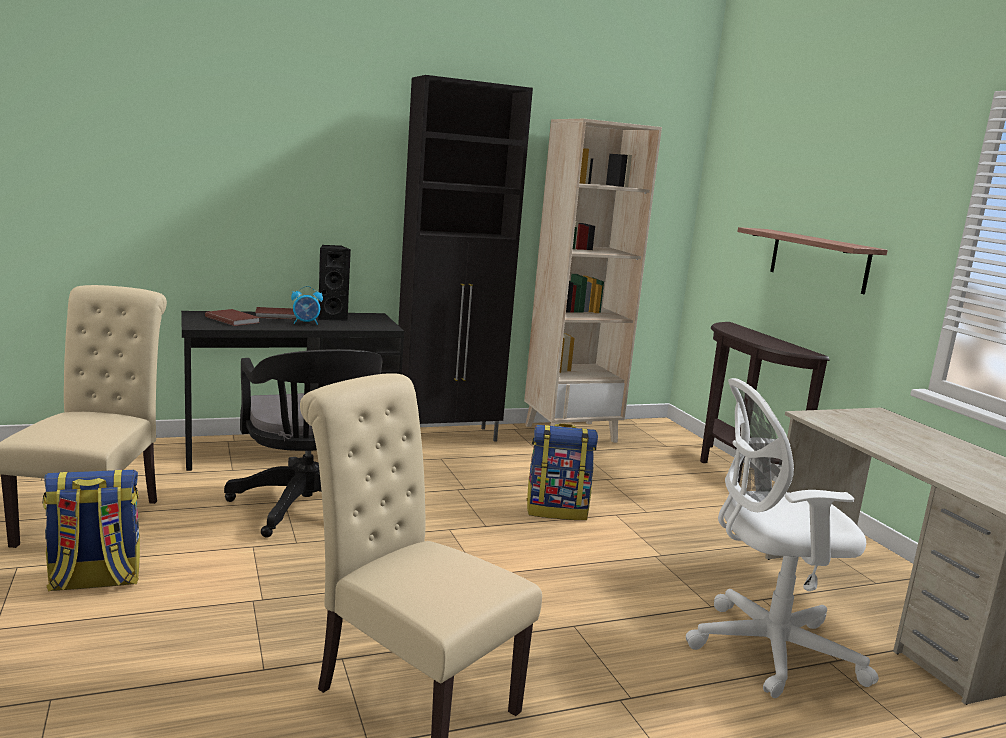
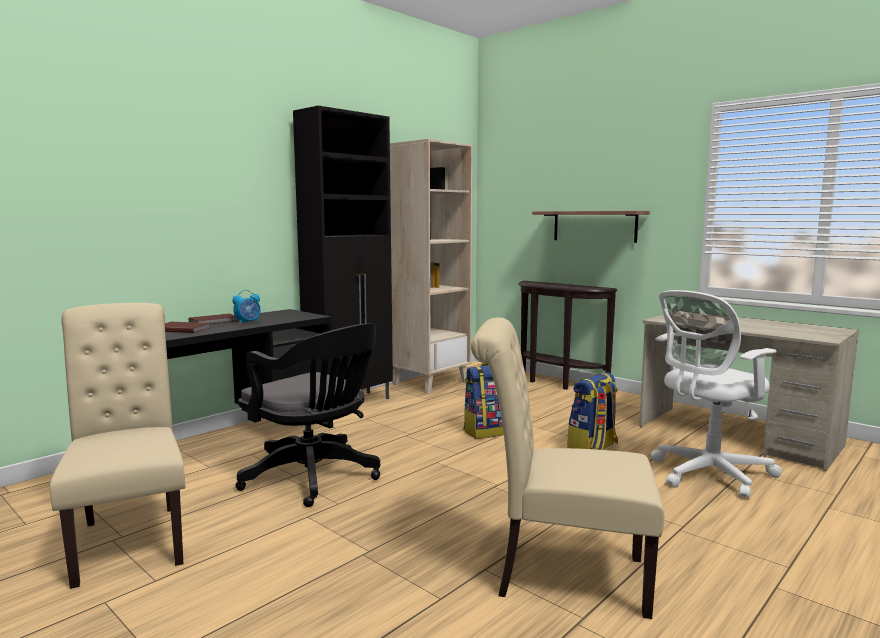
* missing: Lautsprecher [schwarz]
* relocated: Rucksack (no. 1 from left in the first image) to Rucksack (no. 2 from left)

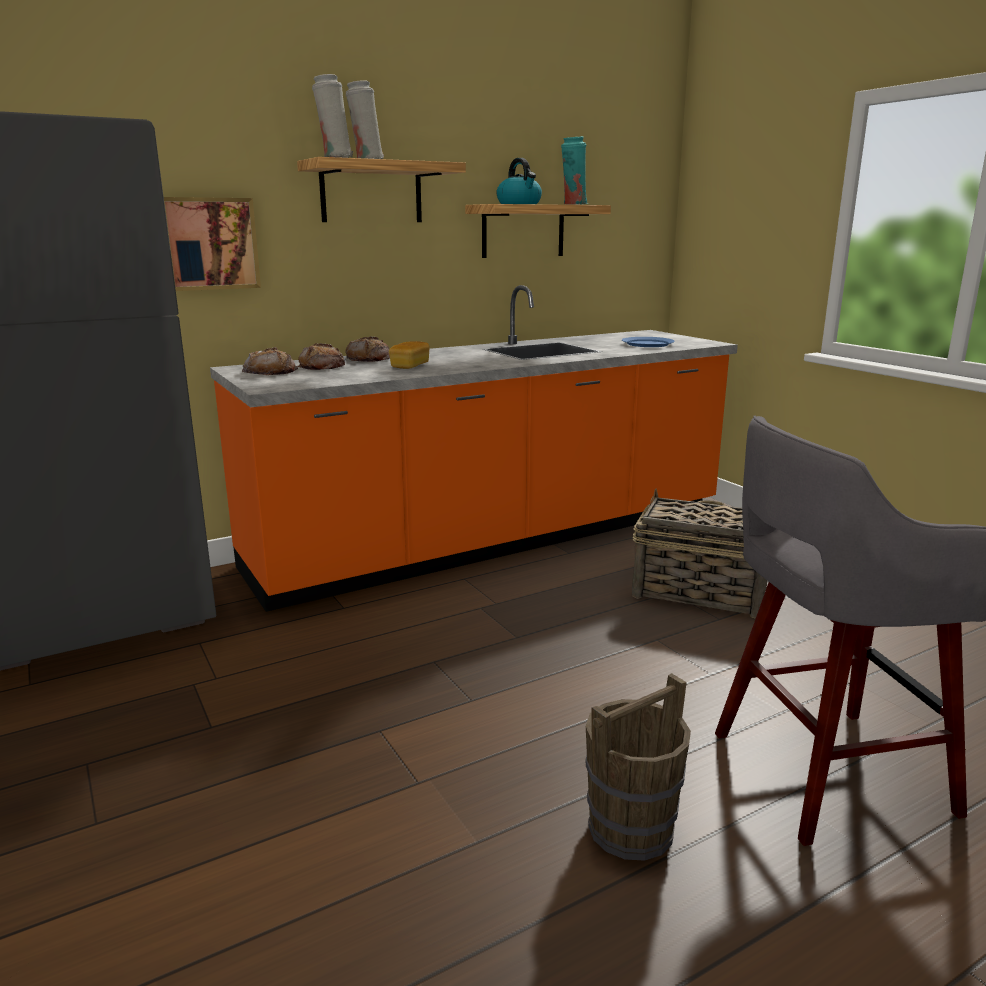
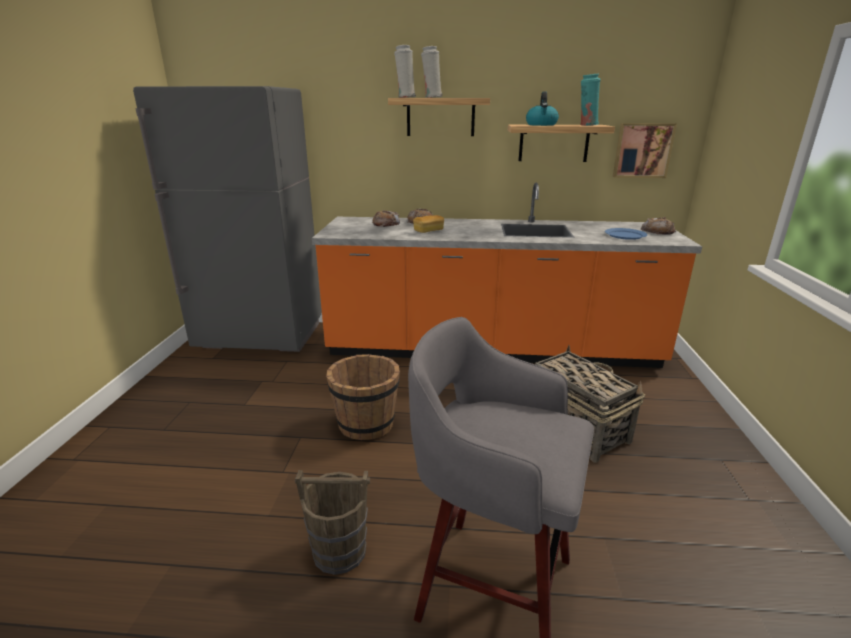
* relocated: Bild
* relocated: Brot (no. 1 from left in the first image) to Brot (no. 4 from left)
* appeared: Eimer [braun] (no. 2 from left)

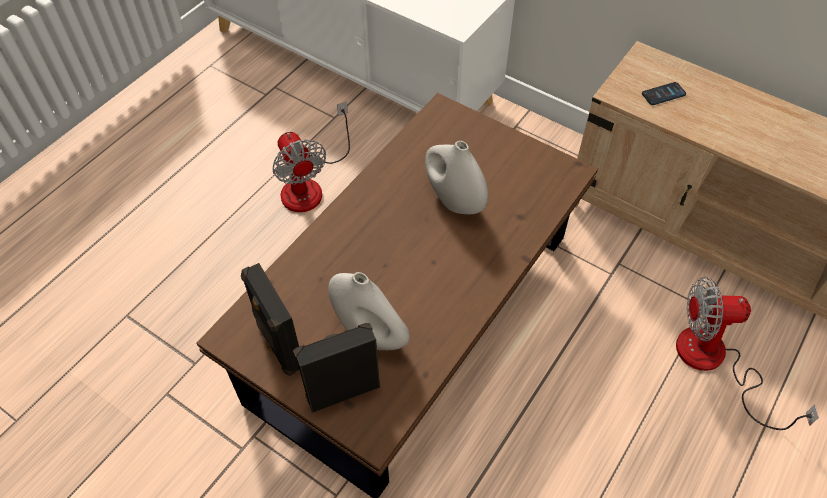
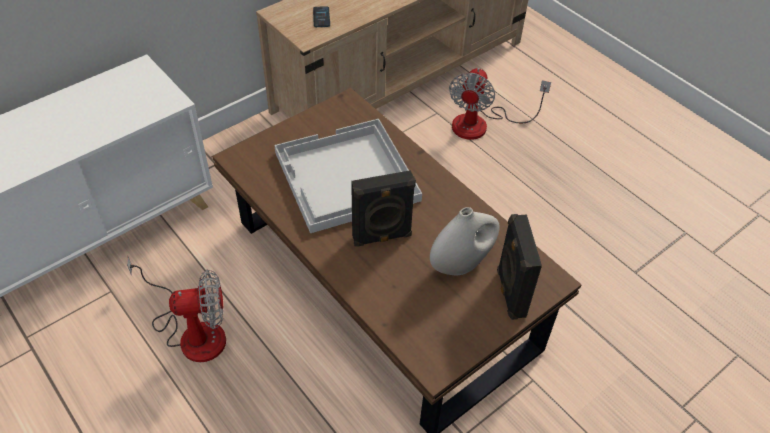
* exchanged: Vase [weiß] (no. 2 from left) to Tablett [weiß]
* relocated: Lautsprecher [schwarz] (no. 1 from left)

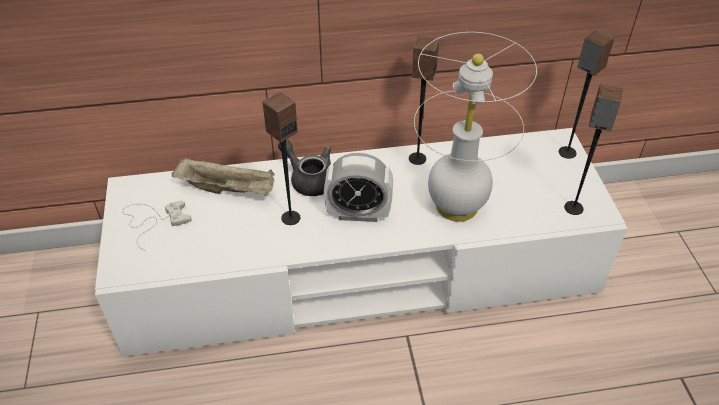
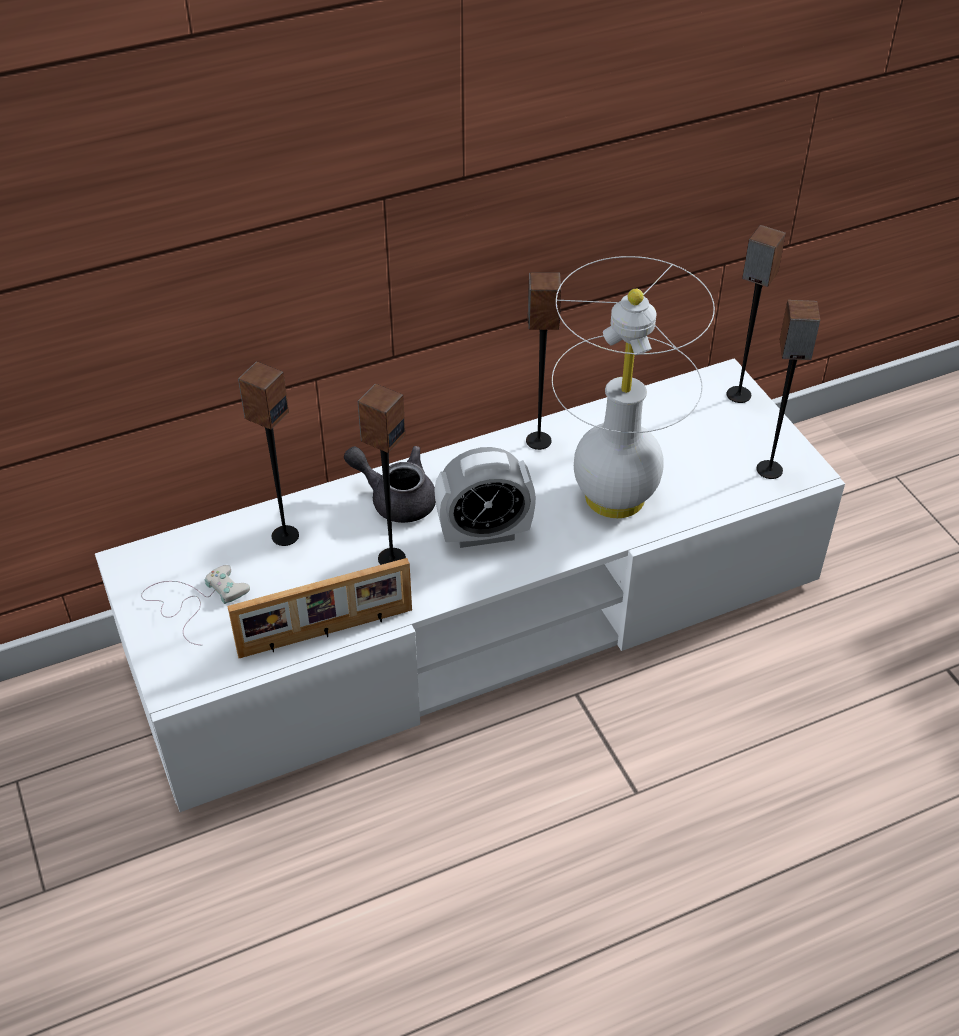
* exchanged: Tablett [beige] to Lautsprecher (no. 1 from left)
* appeared: Bilderrahmen

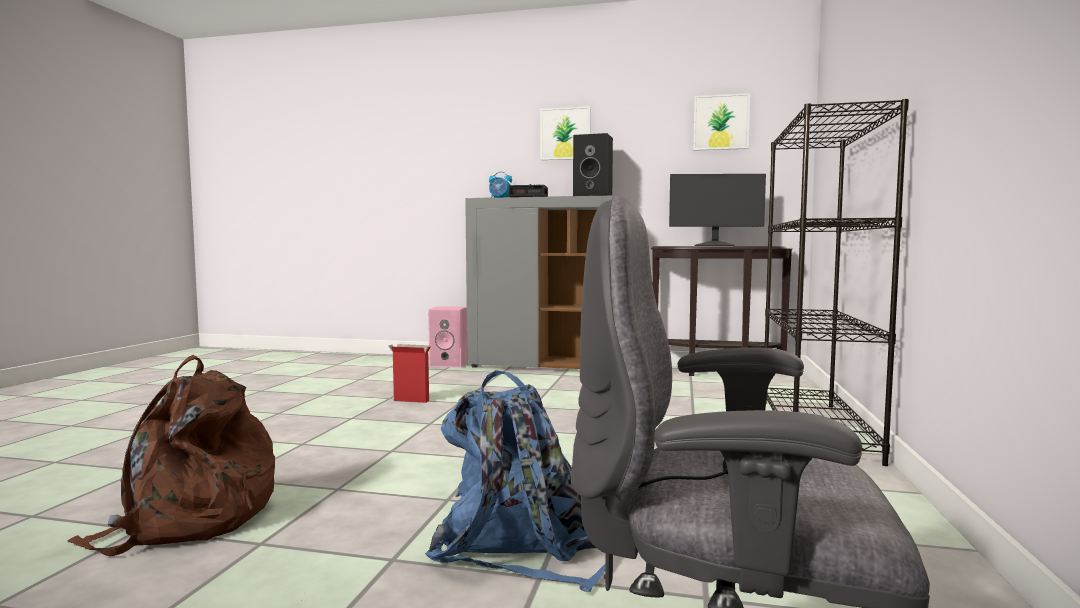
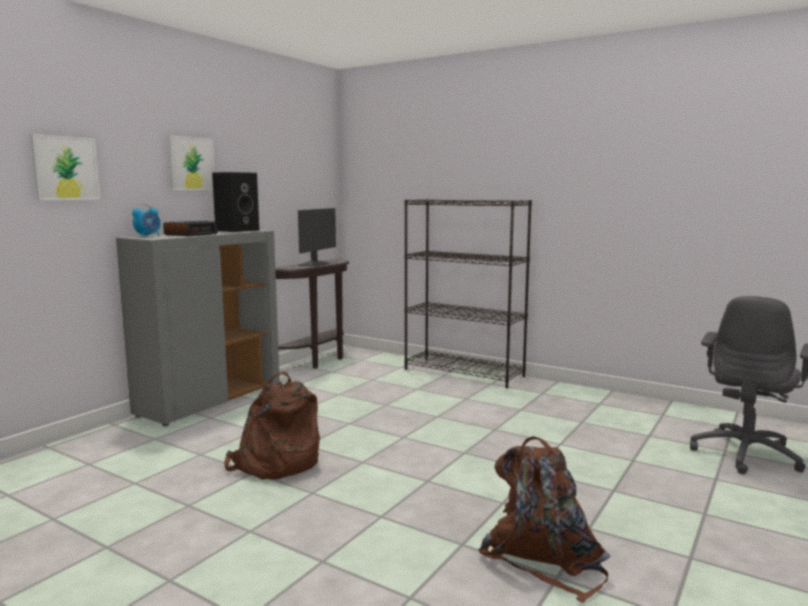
* relocated: Bild (no. 2 from left in the first image) to Bild (no. 1 from left)
* missing: Lautsprecher [rosa]
* exchanged: Karton to Rucksack [braun] (no. 1 from left)
* missing: Rucksack [blau]

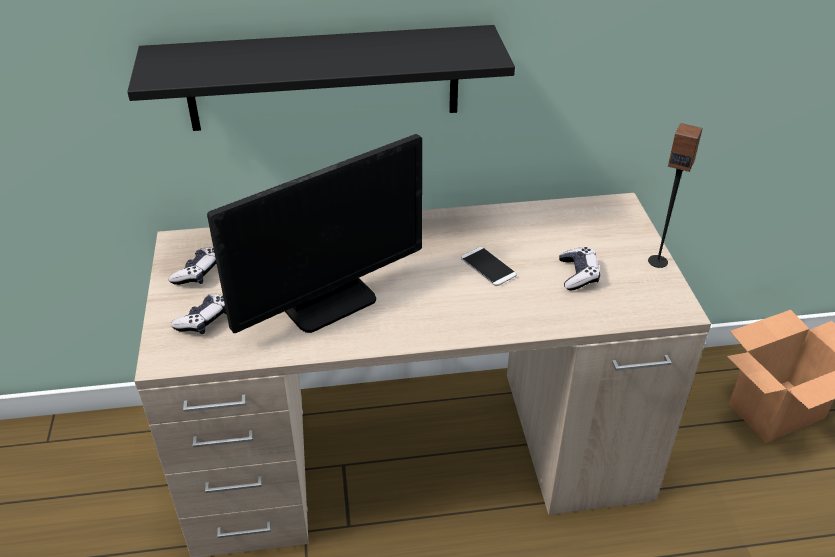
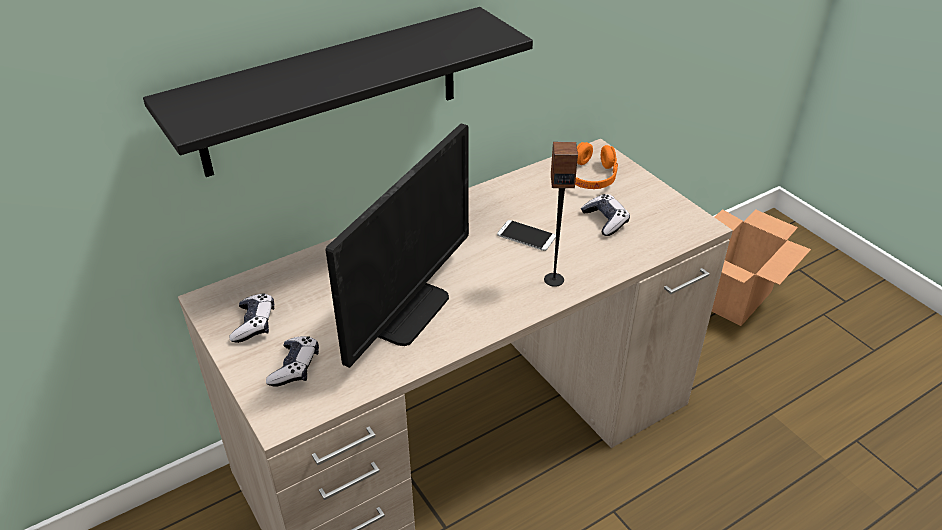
* relocated: Lautsprecher
* appeared: Kopfhörer [orange]

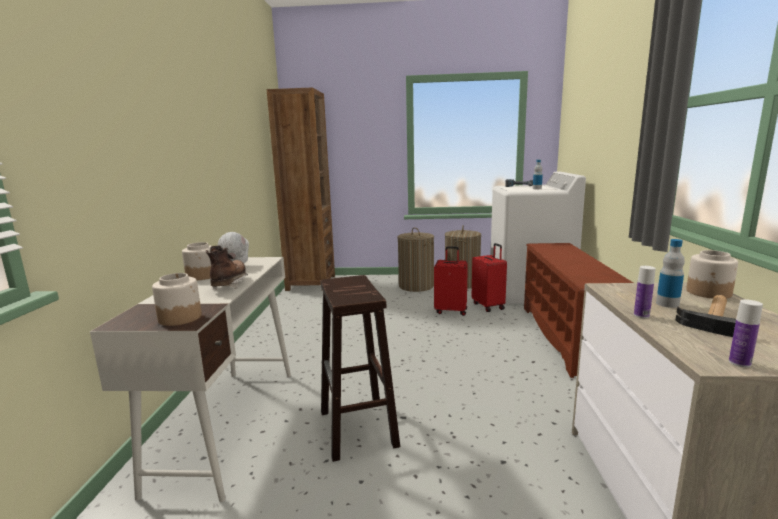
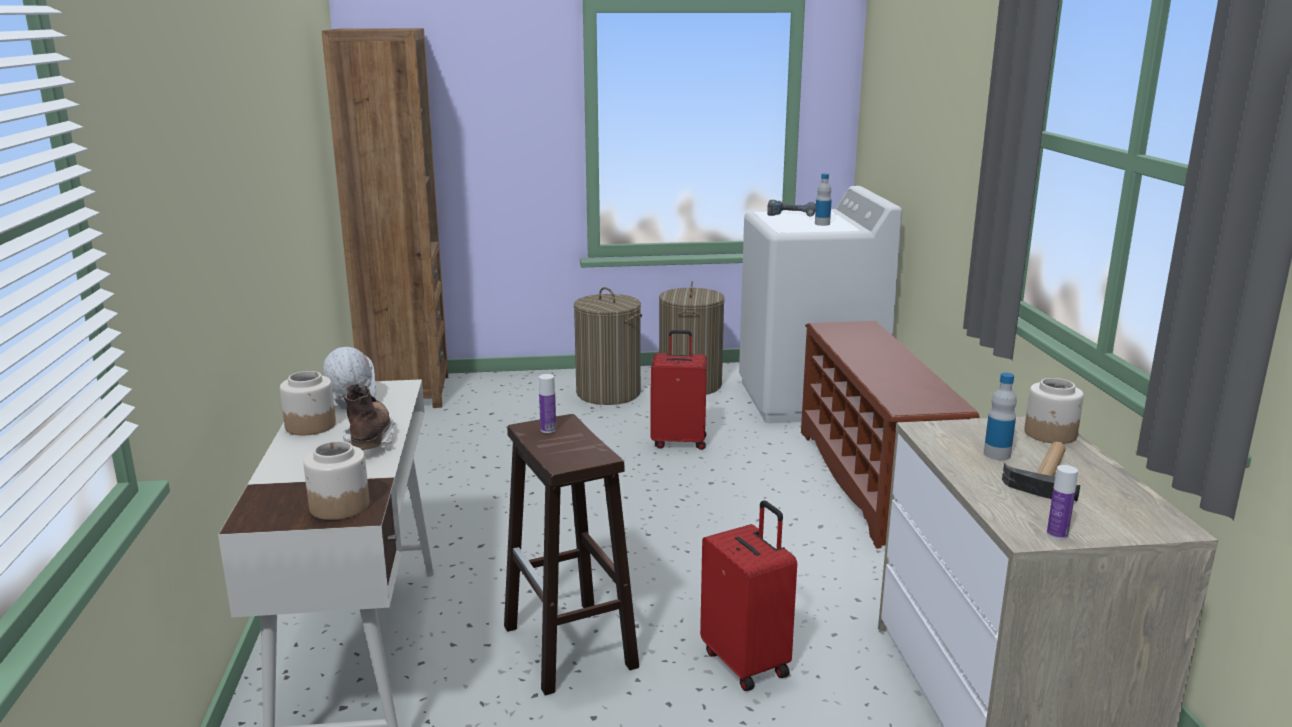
* relocated: Koffer [rot] (no. 2 from left)
* relocated: Flasche (no. 2 from left in the first image) to Flasche (no. 1 from left)

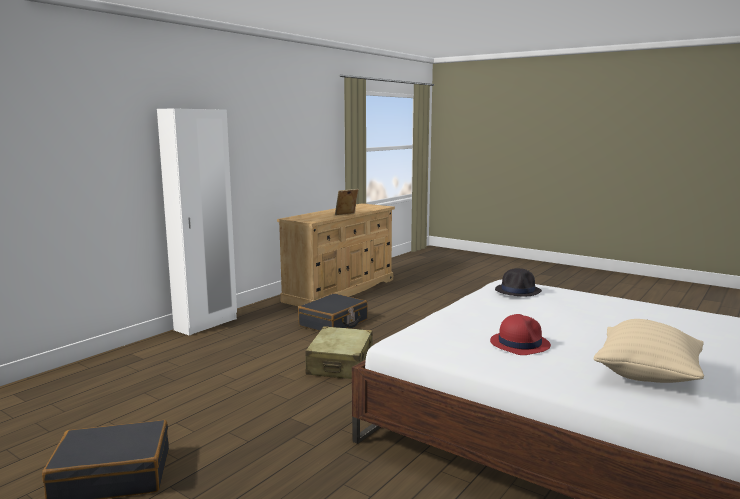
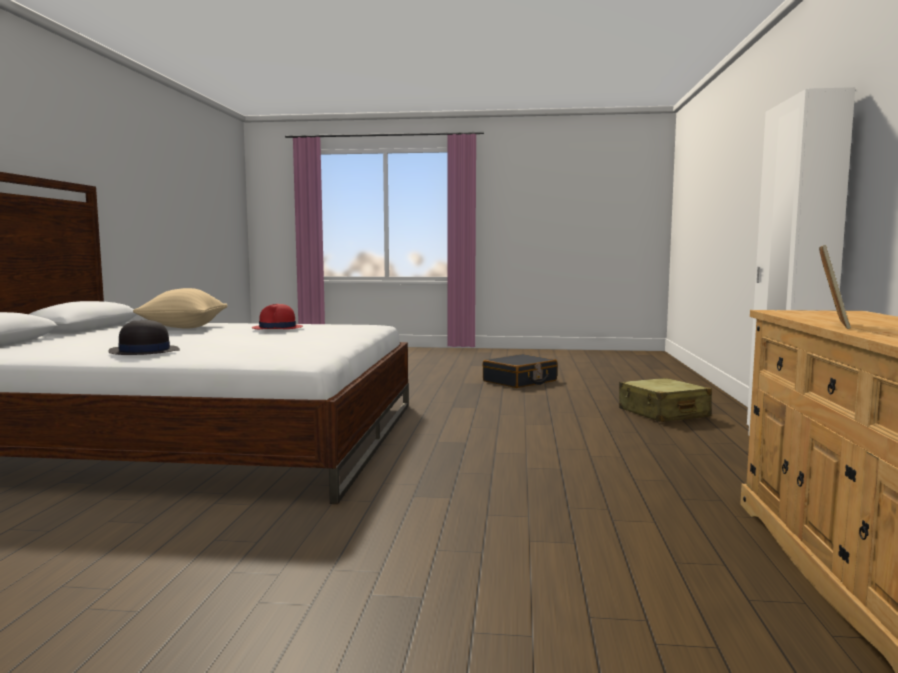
* relocated: Hut [schwarz]
* missing: Koffer [schwarz] (no. 2 from left)
* relocated: Koffer [beige]

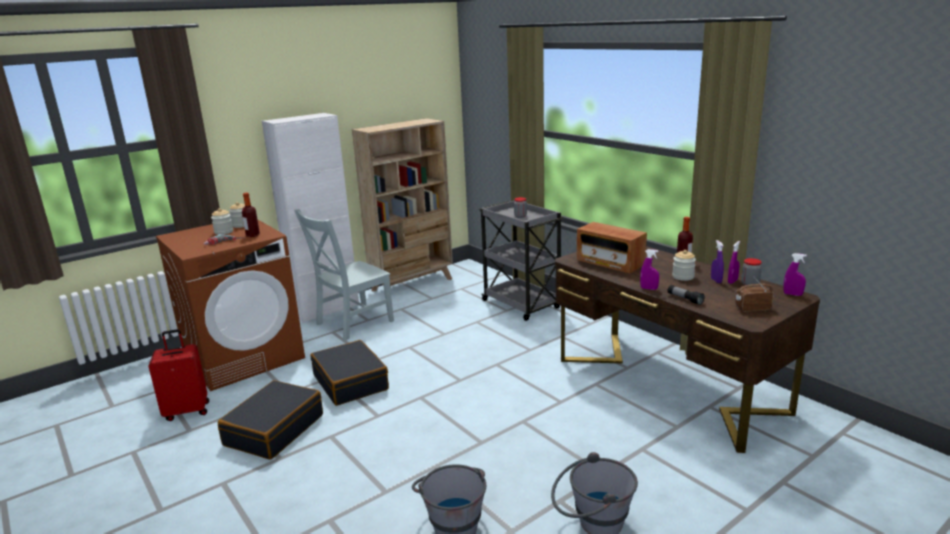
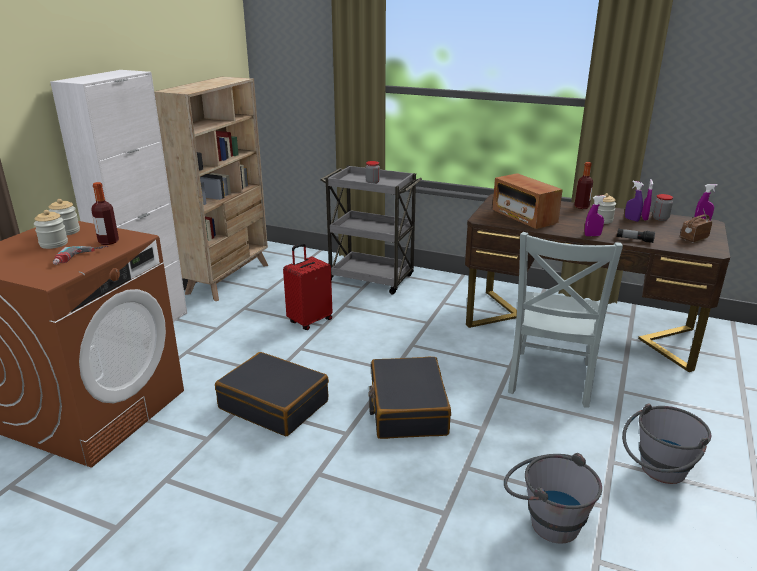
* relocated: Stuhl [grau]
* spun: Radio (no. 1 from left) 45 degrees clockwise
* relocated: Koffer [rot]
* relocated: Koffer [schwarz] (no. 1 from left in the first image) to Koffer [schwarz] (no. 2 from left)

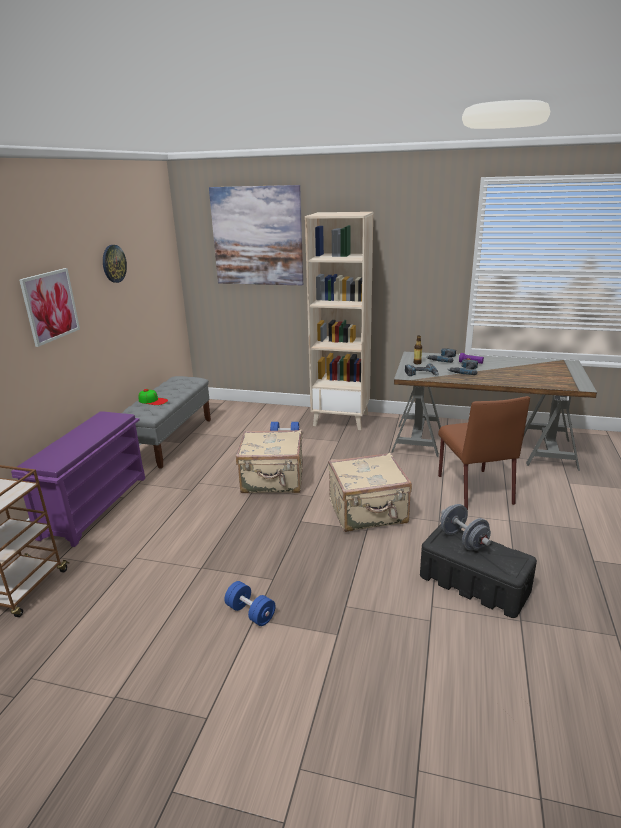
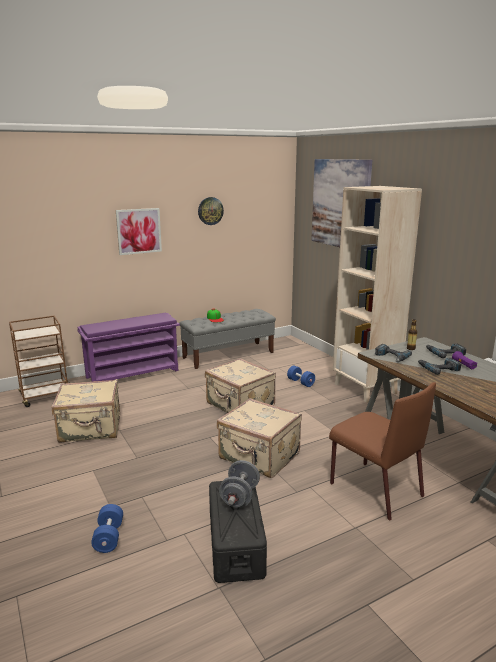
* spun: Stuhl [braun] 75 degrees counterclockwise
* relocated: Hantel [blau] (no. 1 from left)
* appeared: Koffer [beige] (no. 1 from left)

